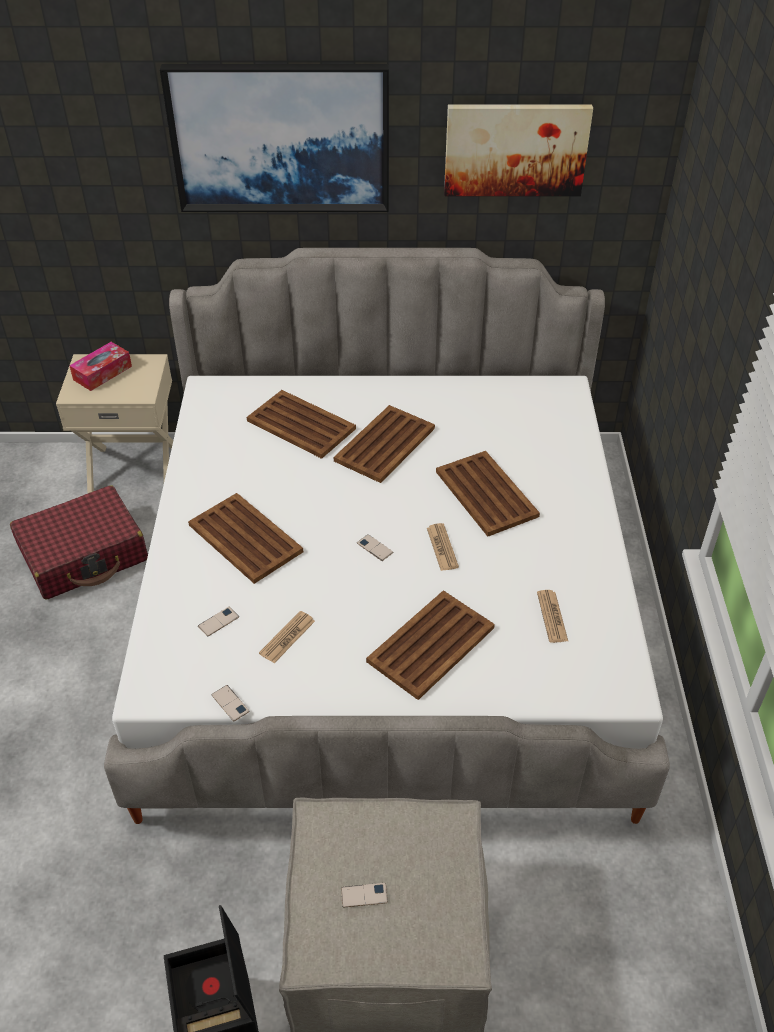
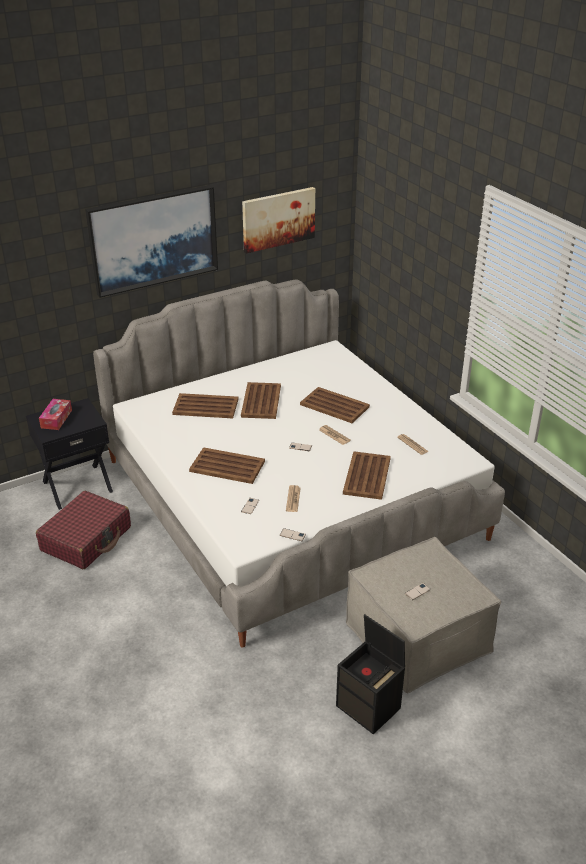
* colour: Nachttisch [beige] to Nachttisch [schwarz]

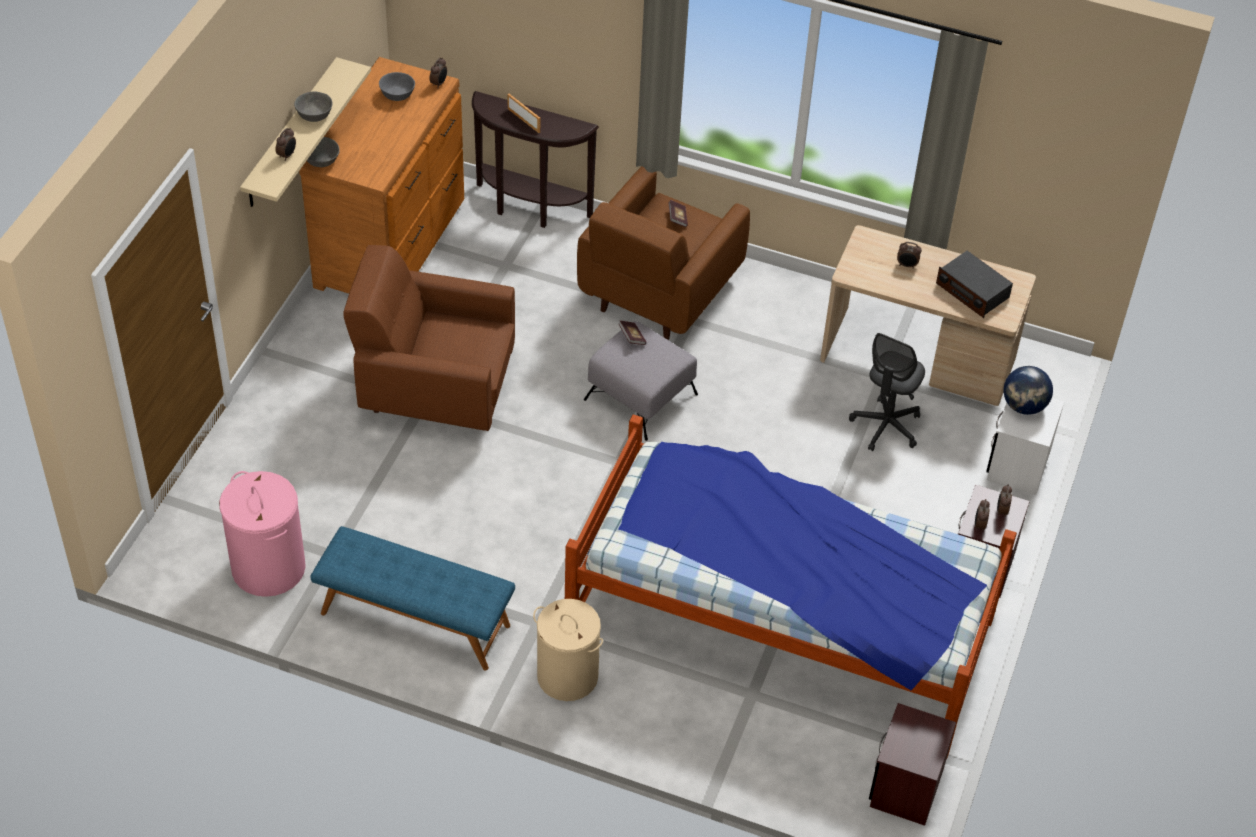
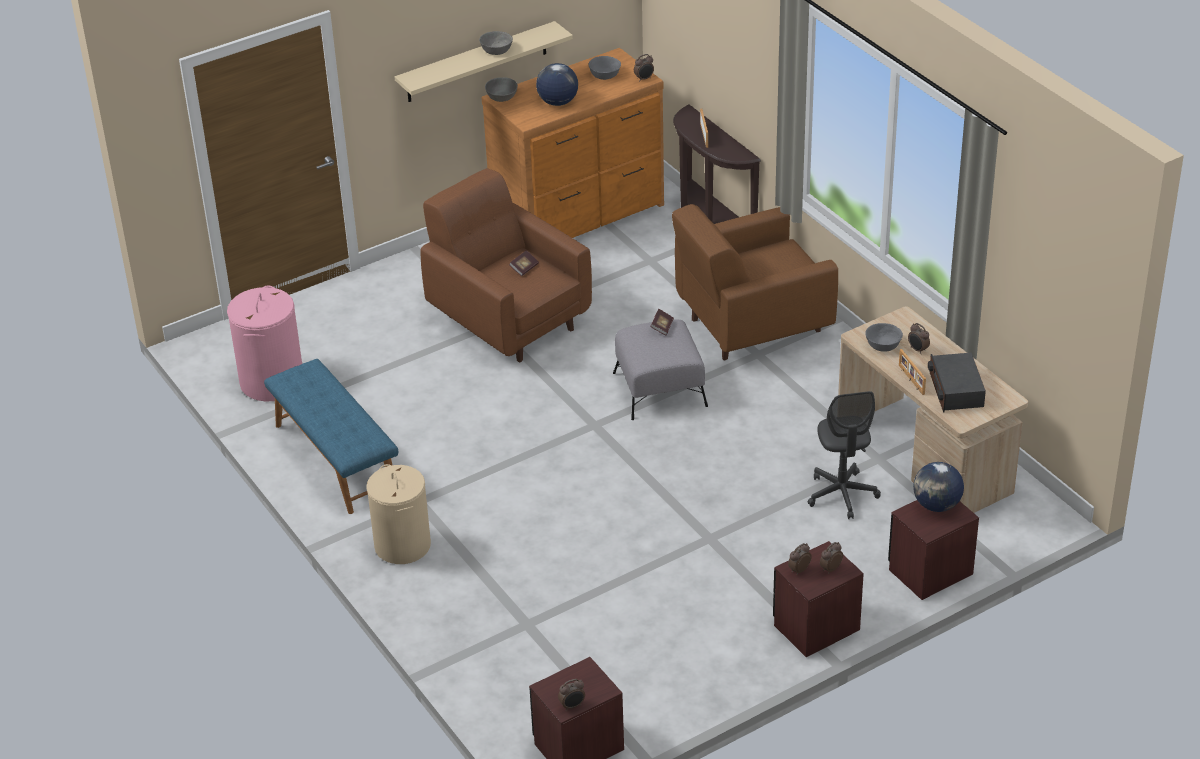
* relocated: Wecker (no. 1 from left)
* relocated: Buch (no. 2 from left in the first image) to Buch (no. 1 from left)
* spun: Bürostuhl [grau] 75 degrees counterclockwise
* colour: Nachttisch [weiß] to Nachttisch [braun] (no. 3 from left)
* missing: Bett
* appeared: Globus (no. 1 from left)
* appeared: Schüssel [grau] (no. 4 from left)
* appeared: Bilderrahmen (no. 2 from left)

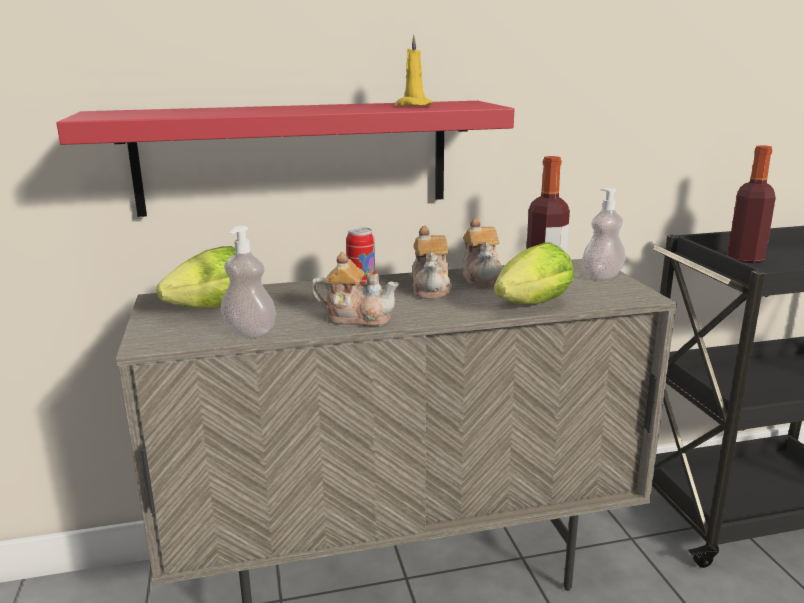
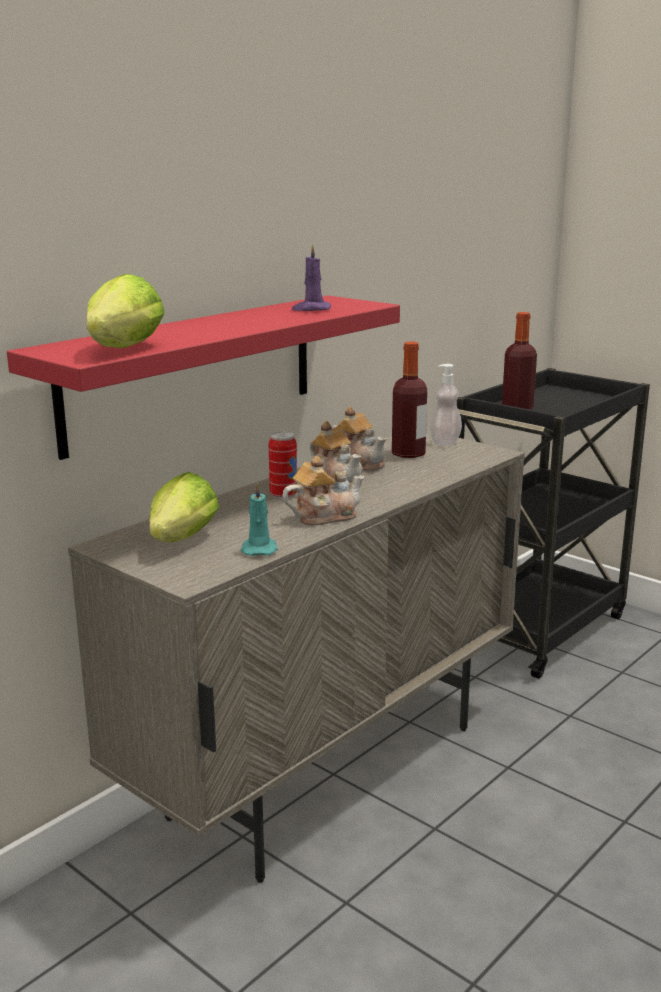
* colour: Kerze [gelb] to Kerze [lila]
* exchanged: Seifenspender (no. 1 from left) to Kerze [türkis]
* relocated: Salatkopf (no. 2 from left in the first image) to Salatkopf (no. 1 from left)

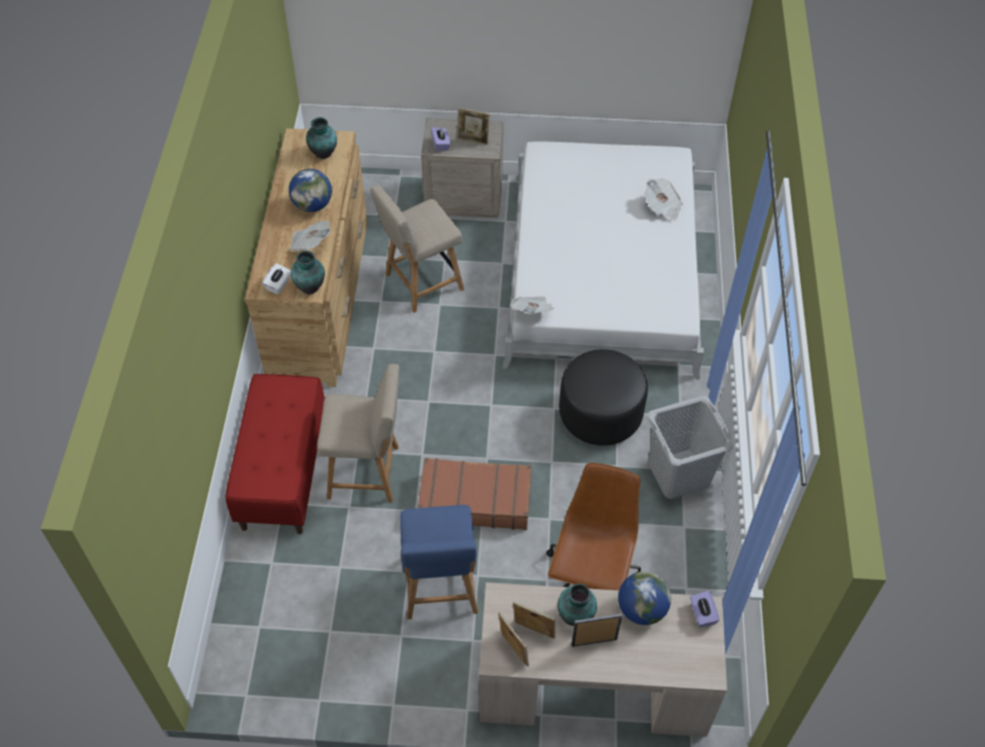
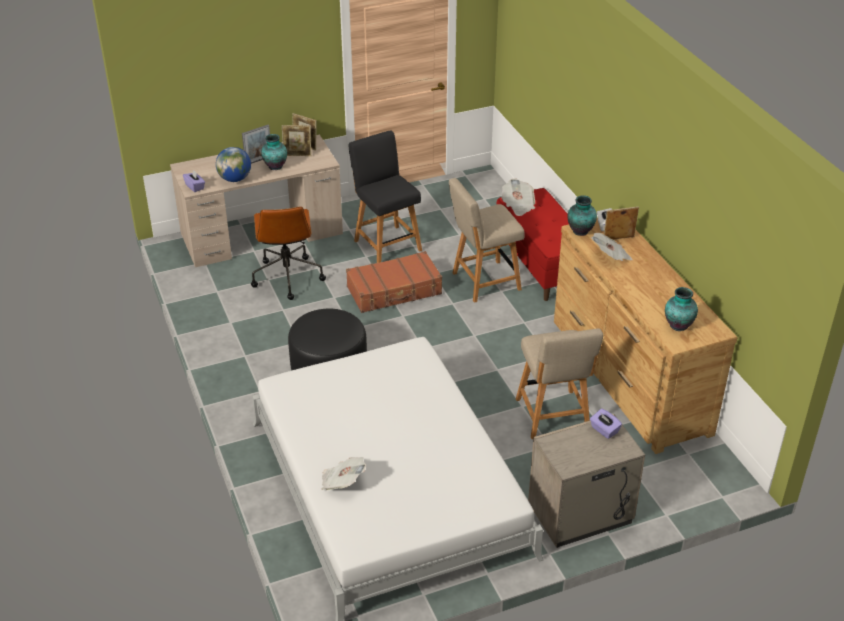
* relocated: Bilderrahmen (no. 1 from left in the first image) to Bilderrahmen (no. 4 from left)
* missing: Globus (no. 1 from left)
* spun: Stuhl [beige] (no. 2 from left) 135 degrees clockwise
* relocated: Zeitung (no. 2 from left)
* missing: Wäschekorb [grau]
* colour: Stuhl [blau] to Stuhl [schwarz]

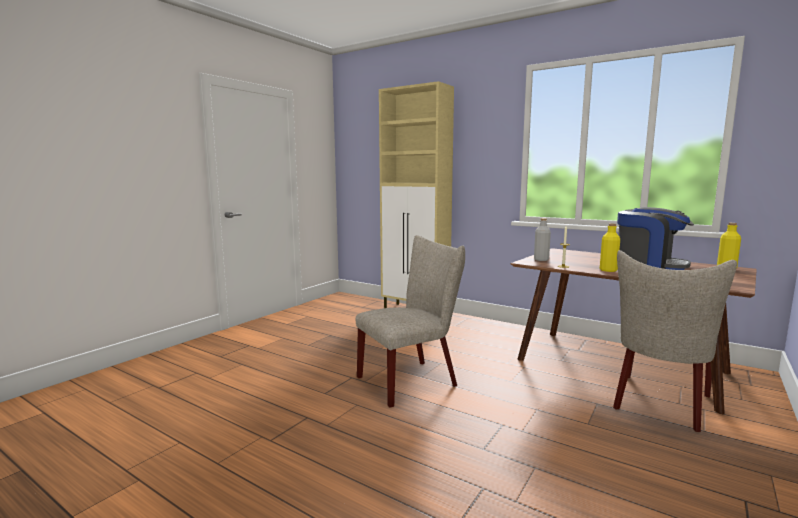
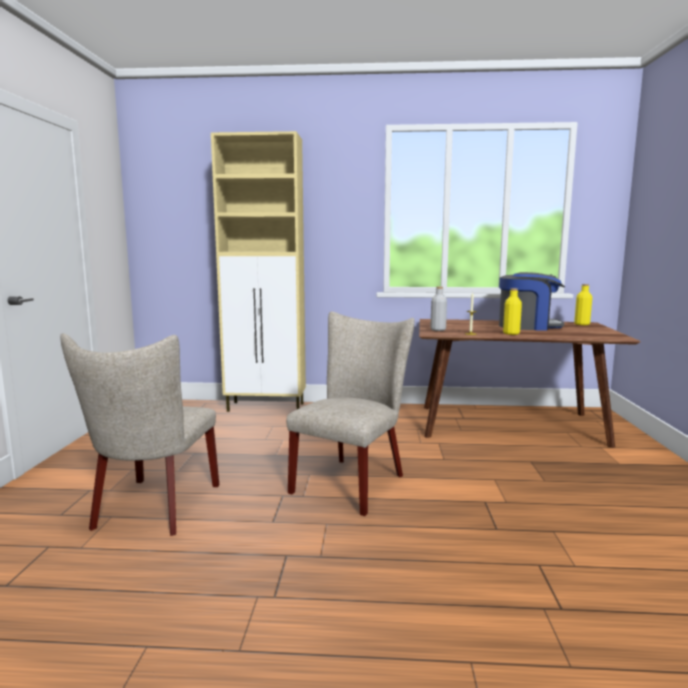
* relocated: Stuhl [beige] (no. 2 from left in the first image) to Stuhl [beige] (no. 1 from left)

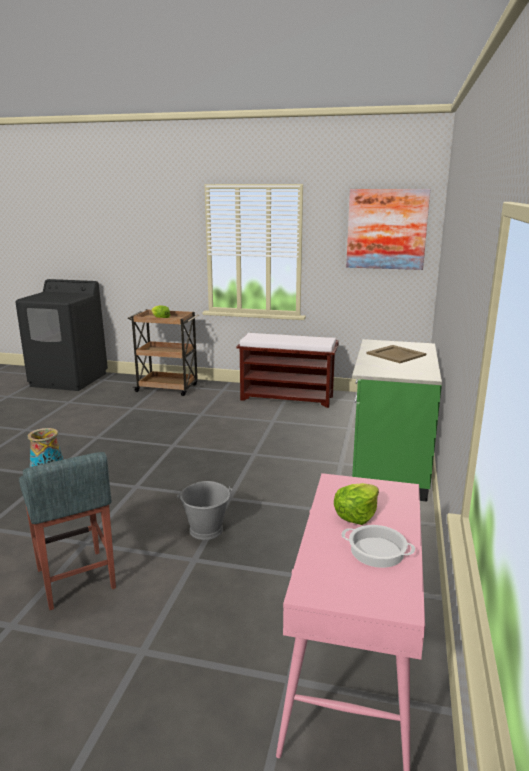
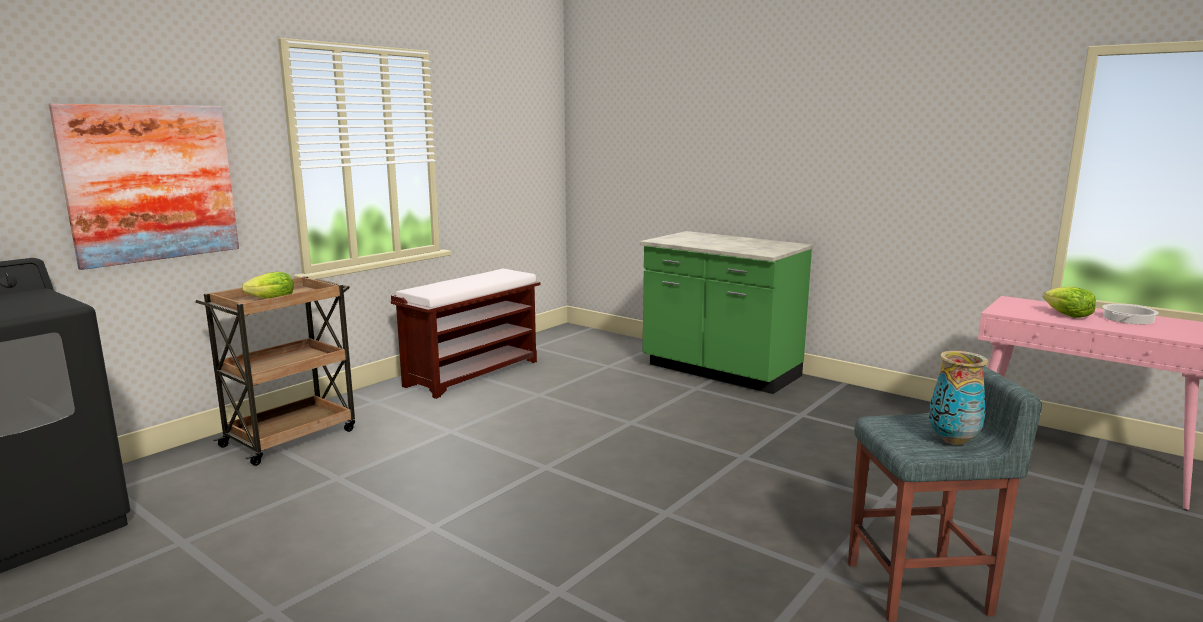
* relocated: Bild
* missing: Tablett [beige]
* missing: Eimer [grau]

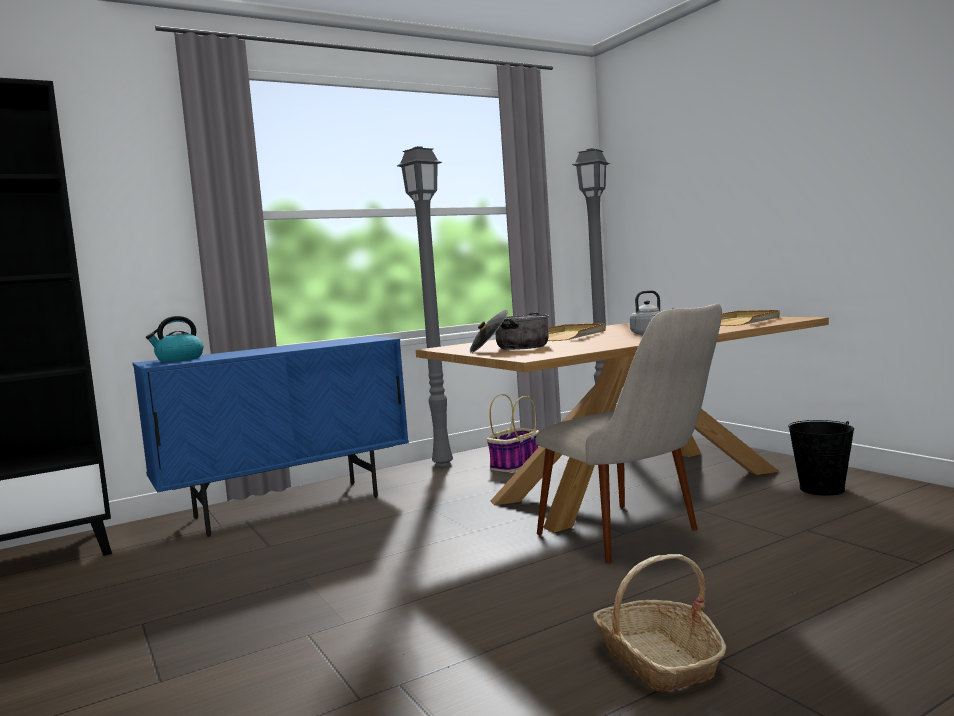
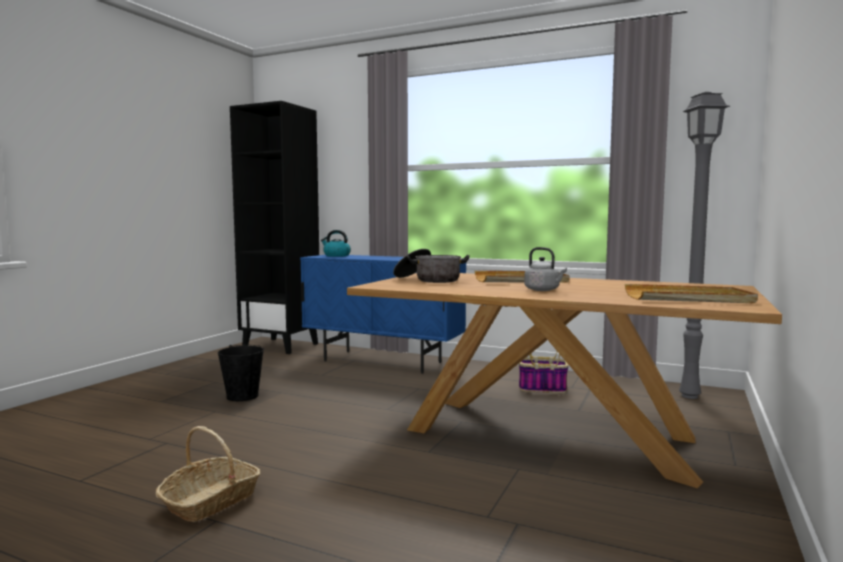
* missing: Stehlampe [grau] (no. 1 from left)
* missing: Stuhl [beige]
* relocated: Eimer [schwarz]

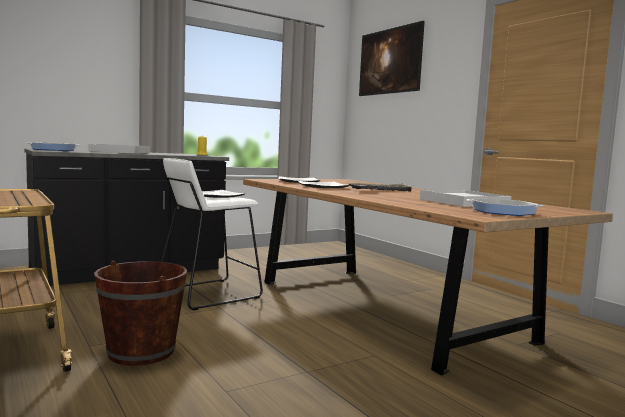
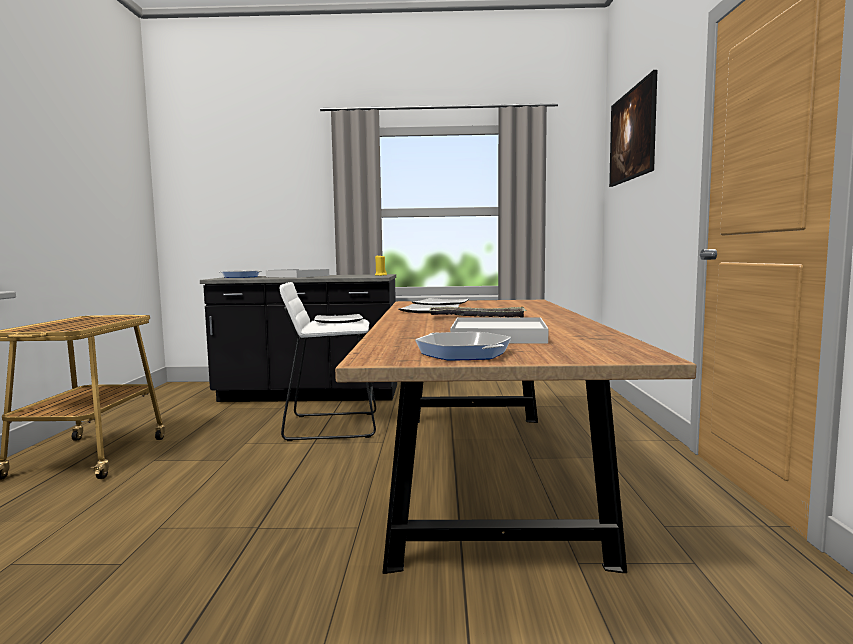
* missing: Eimer [braun]

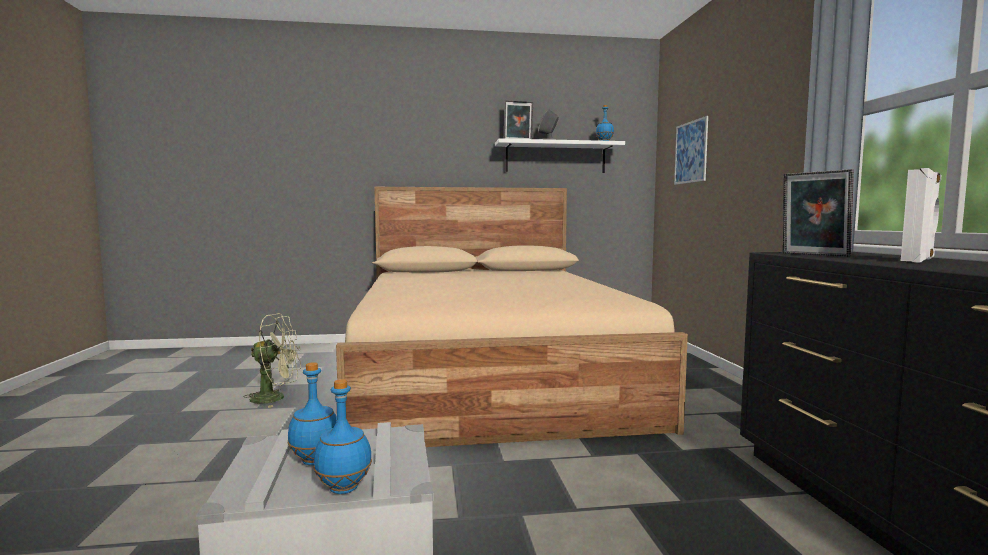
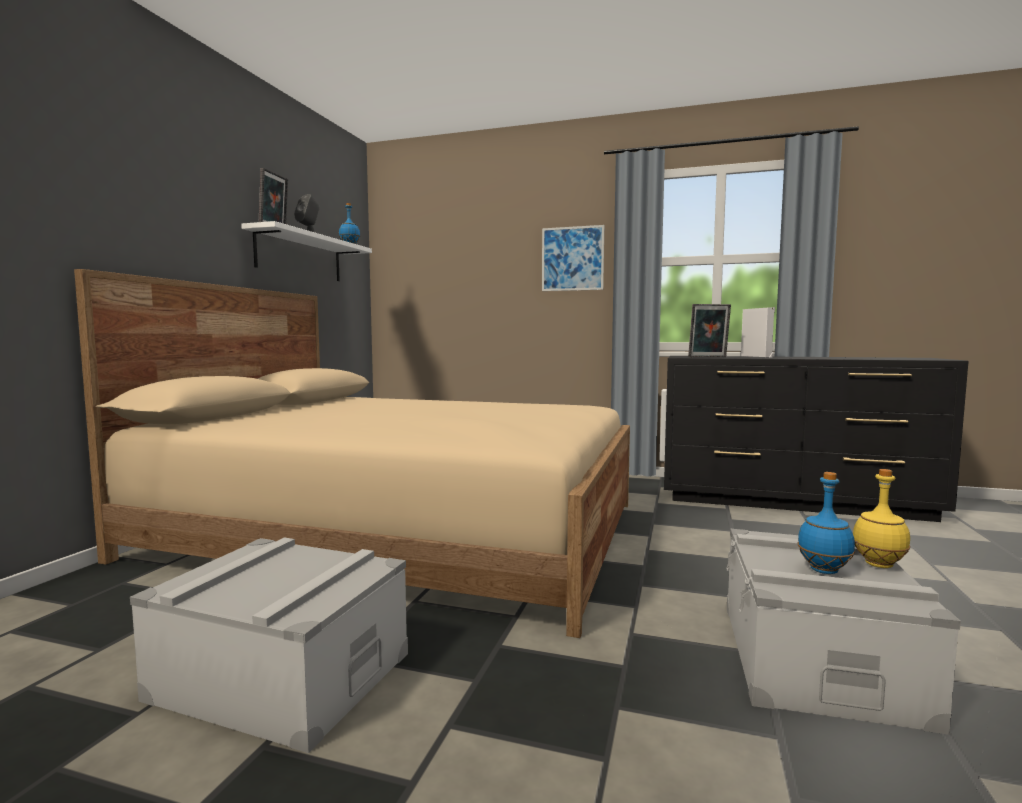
* relocated: Bild
* exchanged: Ventilator [grün] to Aufbewahrungsbox [grau] (no. 1 from left)
* colour: Flasche [blau] (no. 2 from left) to Flasche [gelb]

